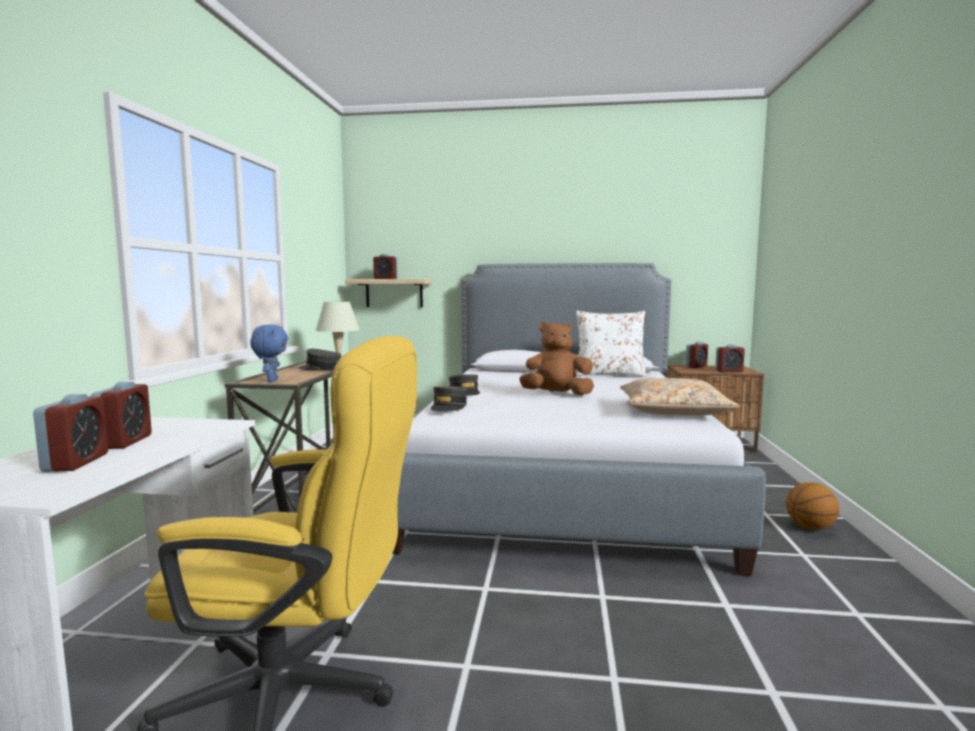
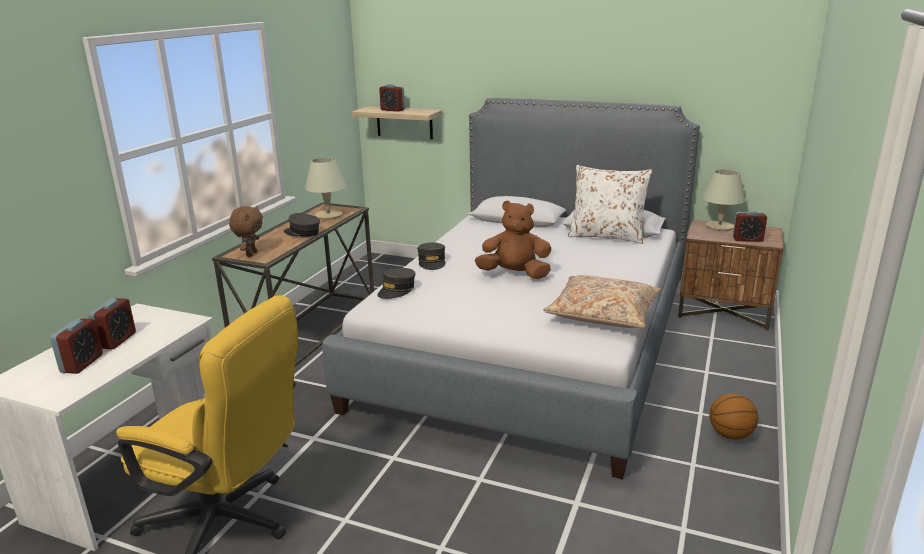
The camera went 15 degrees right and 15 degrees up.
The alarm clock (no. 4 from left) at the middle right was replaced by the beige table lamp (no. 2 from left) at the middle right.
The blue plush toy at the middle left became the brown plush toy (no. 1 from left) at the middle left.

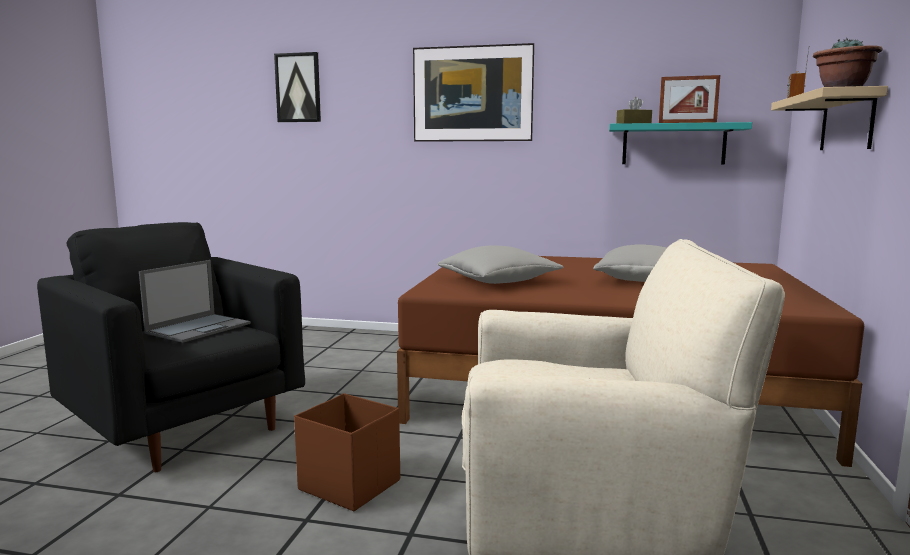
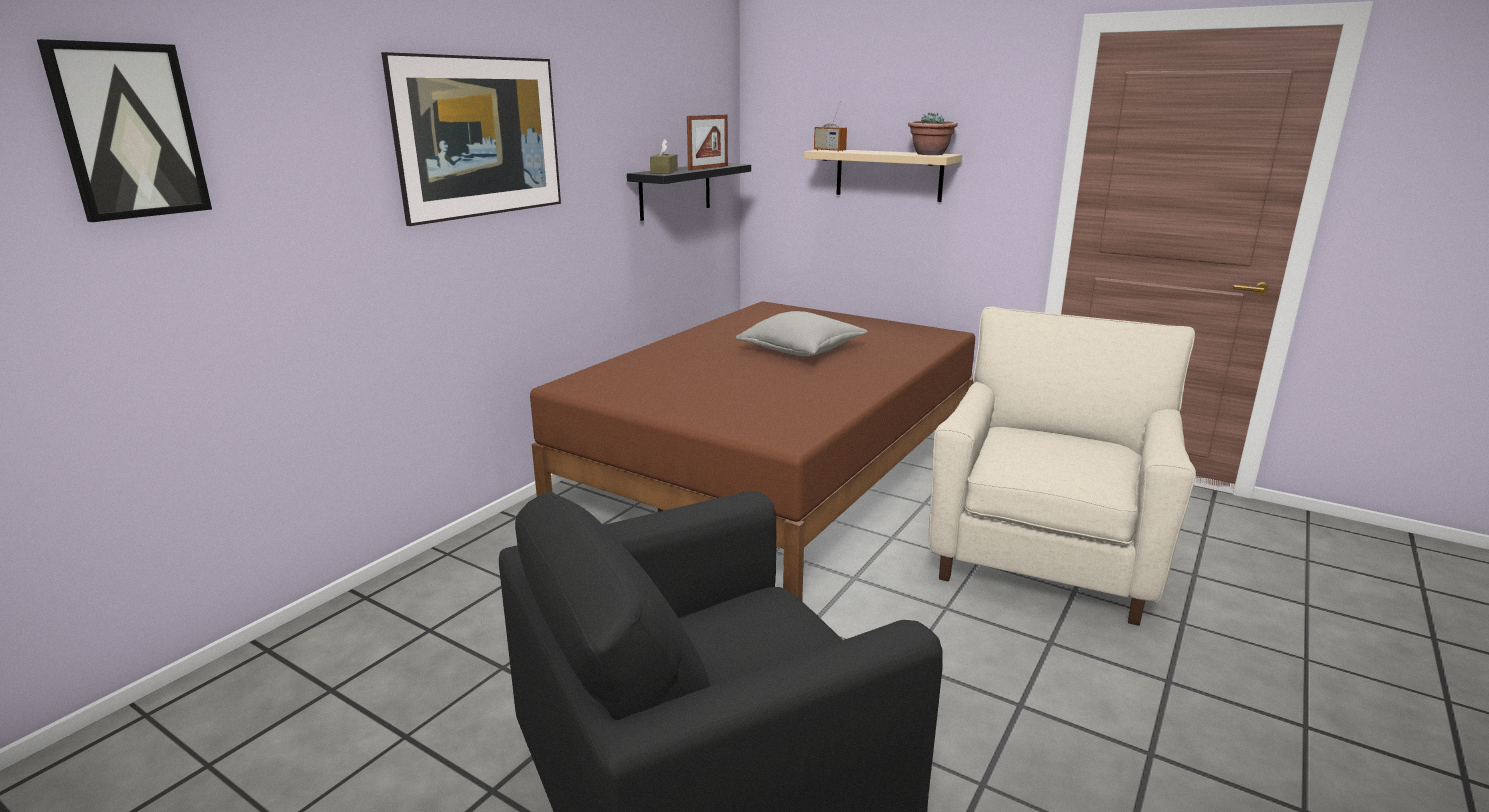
The camera went 70 degrees left and 10 degrees up.
The laptop at the middle left disappeared.
The brown storage box at the bottom centre disappeared.
The grey pillow (no. 1 from left) at the centre disappeared.
The turquoise shelf at the top right became the black shelf at the top centre.

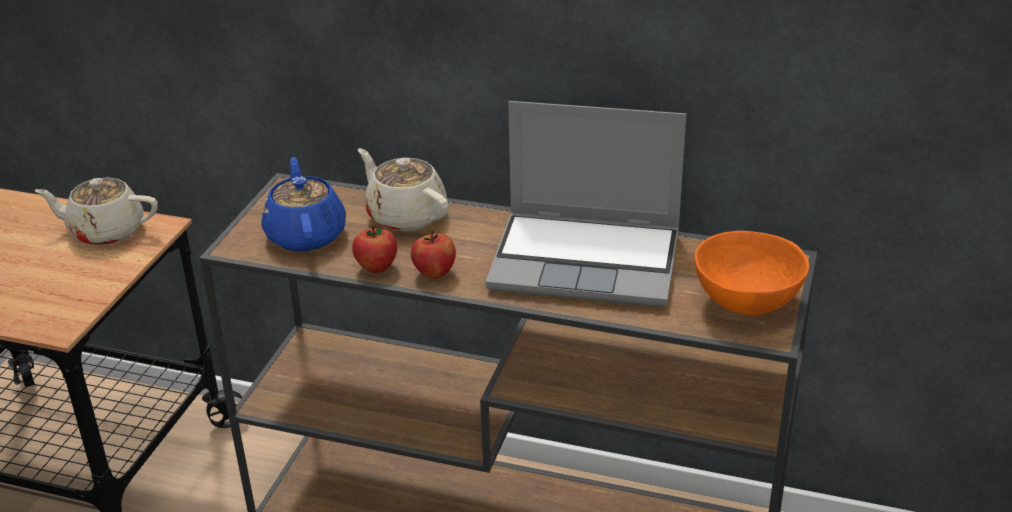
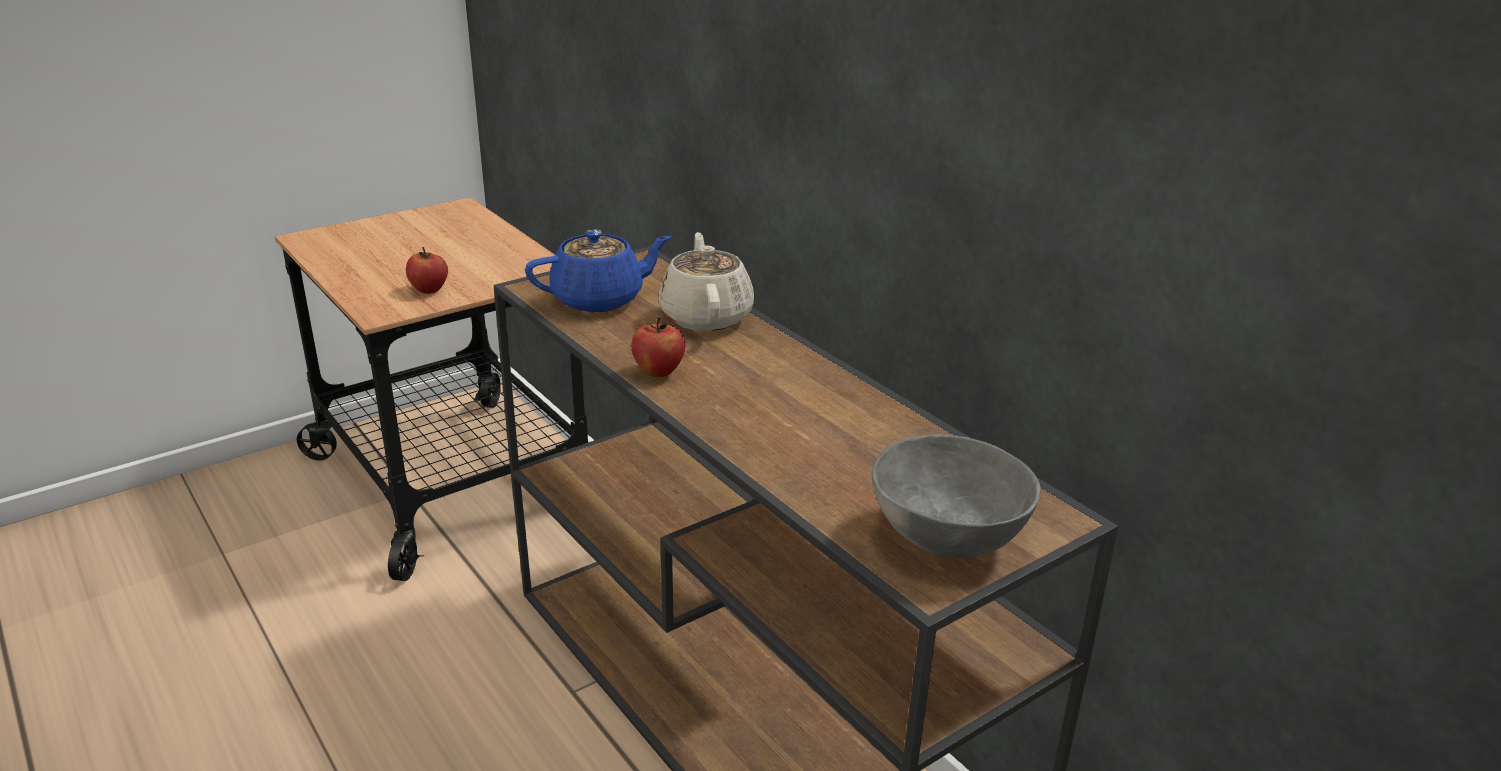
The camera went 35 degrees right and 5 degrees down.
The beige teapot (no. 1 from left) at the middle left disappeared.
The laptop at the centre disappeared.
The apple (no. 1 from left) moved from the centre to the middle left.
The orange bowl at the middle right became the grey bowl at the centre.
The blue teapot at the middle left turned 45 degrees clockwise.

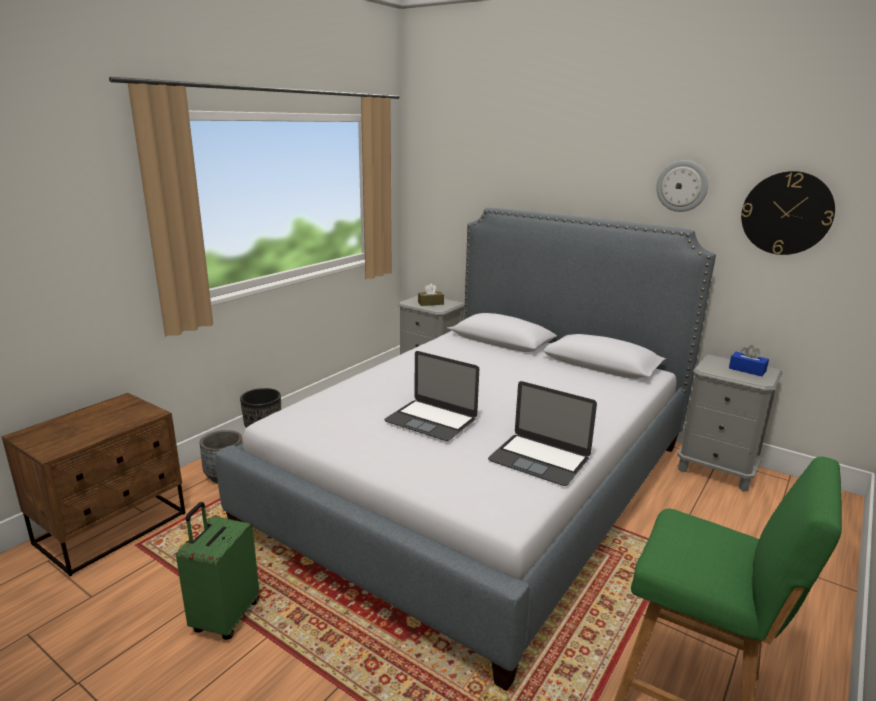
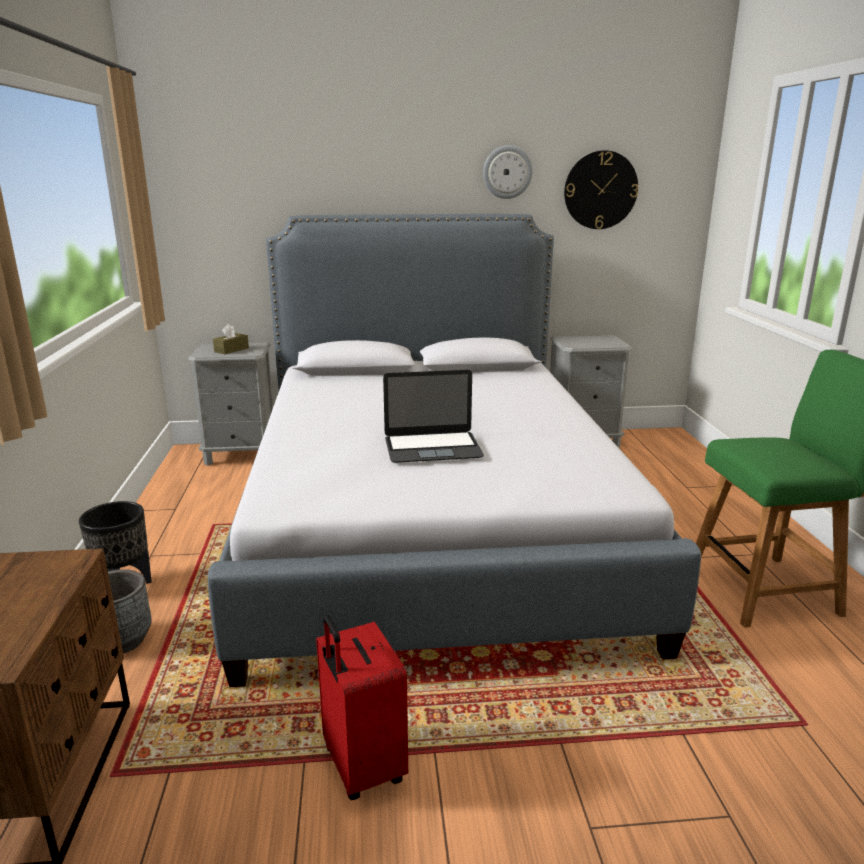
The camera went 40 degrees left and 0 degrees up.
The laptop (no. 2 from left) at the centre disappeared.
The blue tissue box at the middle right disappeared.
The green suitcase at the bottom left became the red suitcase at the bottom centre.

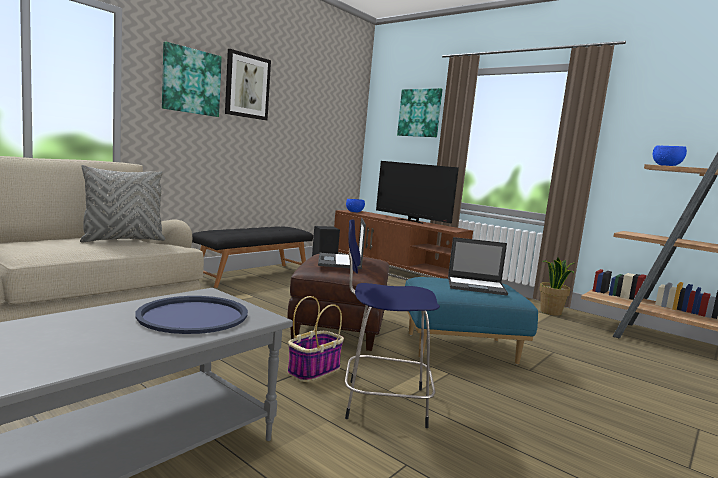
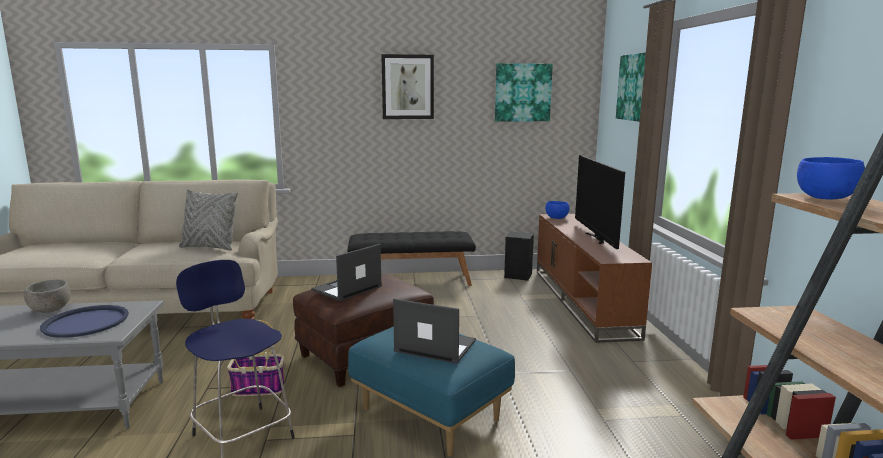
The camera went 45 degrees right and 5 degrees up.
The potted plant at the middle right disappeared.
The grey bowl at the middle left appeared.
The picture (no. 1 from left in the first image) moved from the top left to the top centre.
The laptop (no. 2 from left) at the centre turned 150 degrees clockwise.

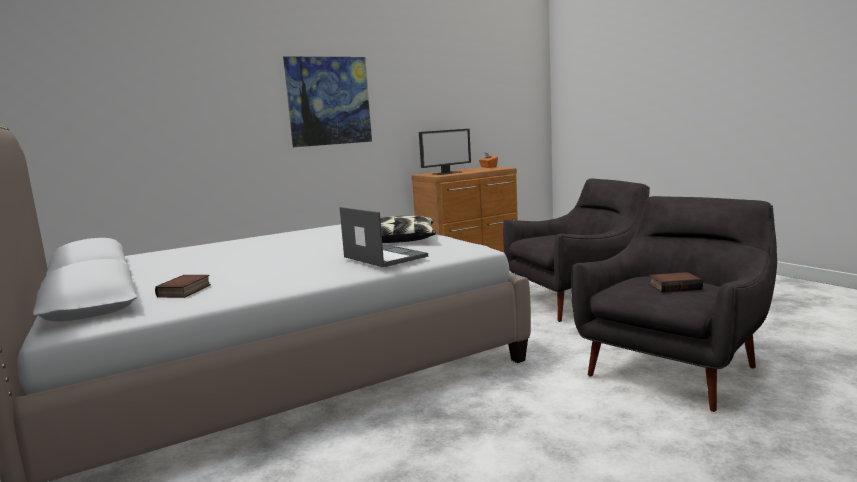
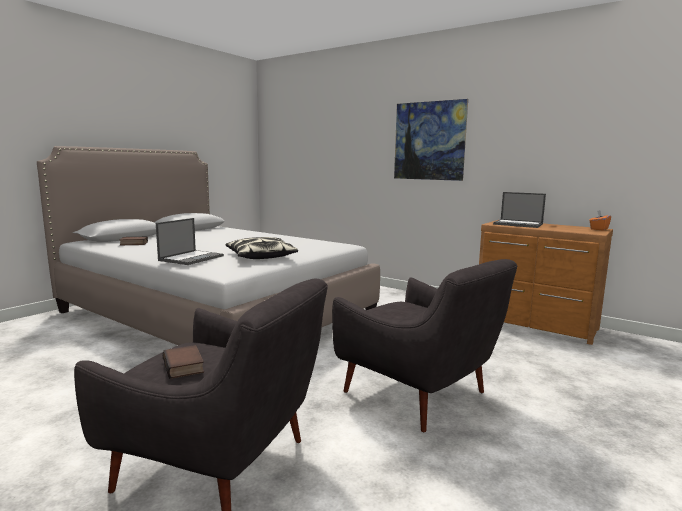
The camera went 65 degrees right and 0 degrees up.
The monitor at the top centre was replaced by the laptop (no. 2 from left) at the middle right.

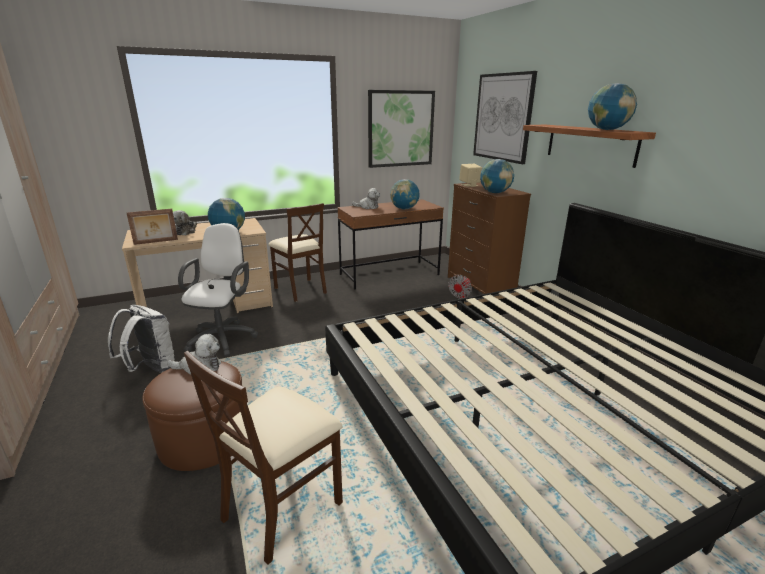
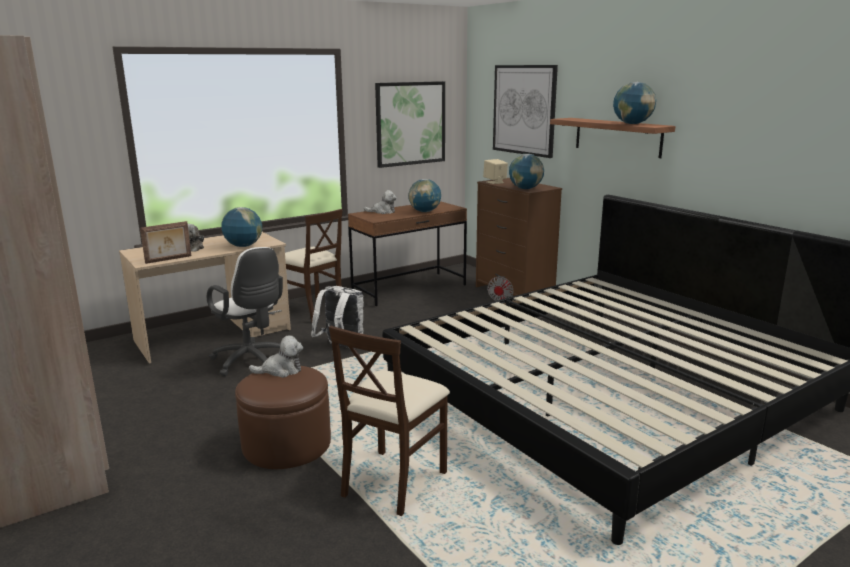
The camera went 10 degrees left and 5 degrees down.
The white backpack moved from the middle left to the centre.
The white office chair at the middle left turned 135 degrees clockwise.

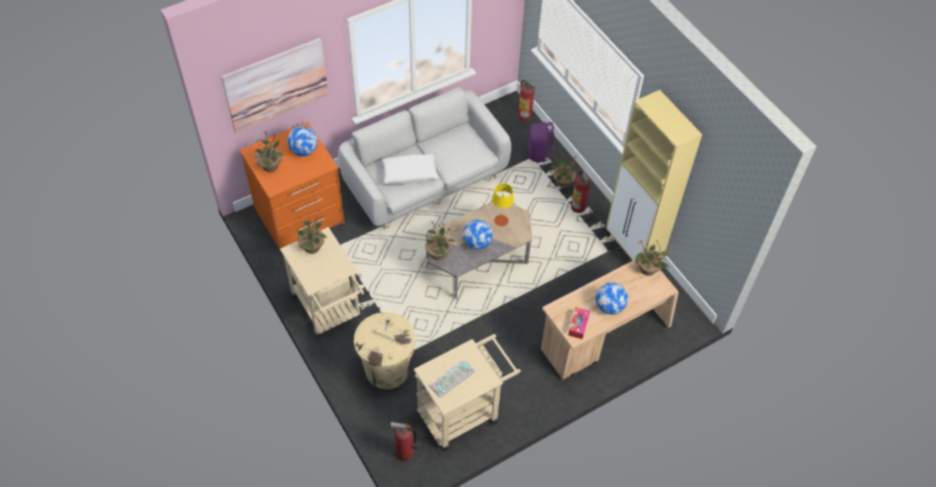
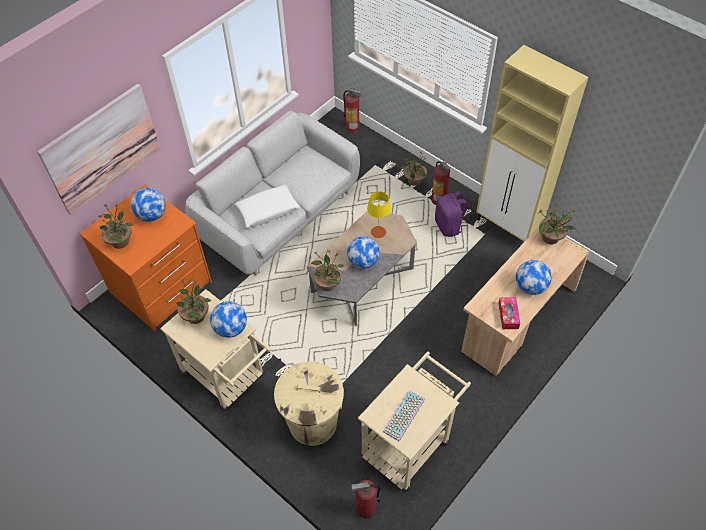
The camera went 15 degrees left and 0 degrees up.
The globe (no. 2 from left) at the middle left appeared.
The purple backpack moved from the top centre to the centre.

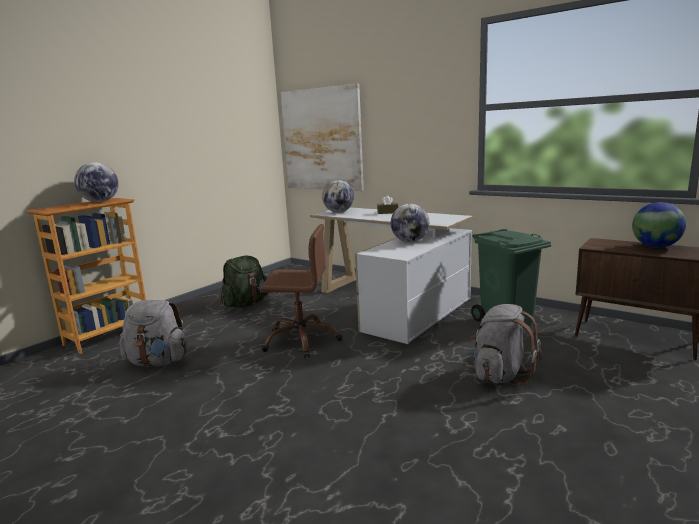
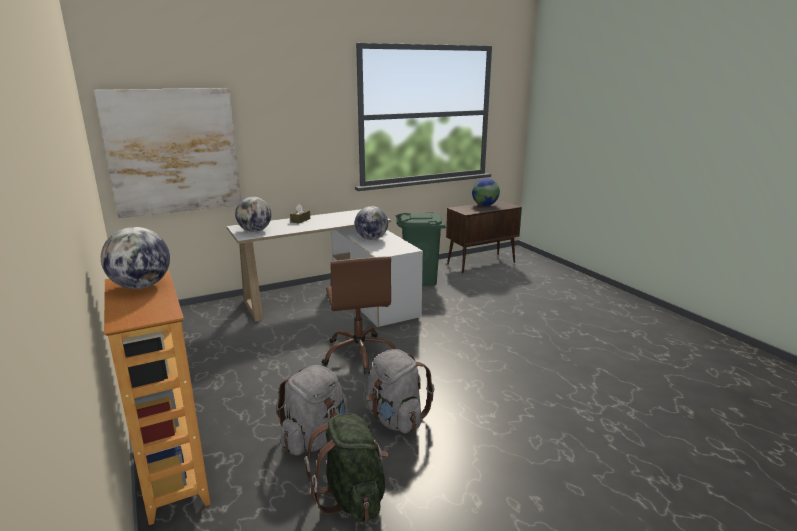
The camera went 65 degrees left and 5 degrees up.
The green backpack moved from the centre to the bottom centre.
The grey backpack (no. 2 from left) moved from the middle right to the bottom centre.
The brown office chair at the centre turned 135 degrees clockwise.

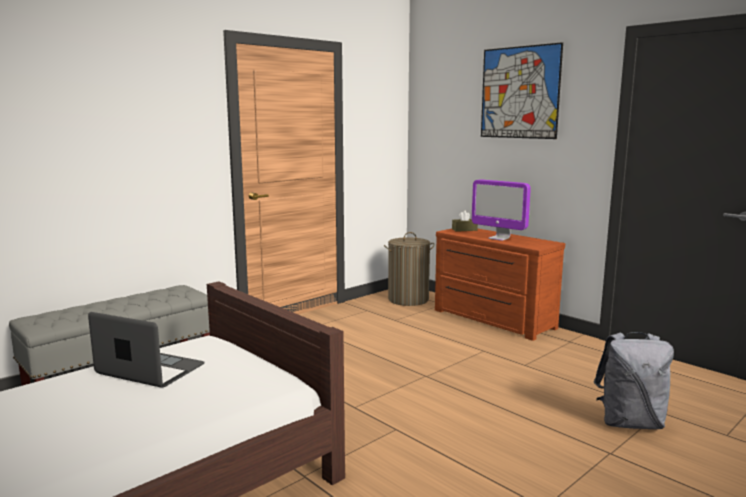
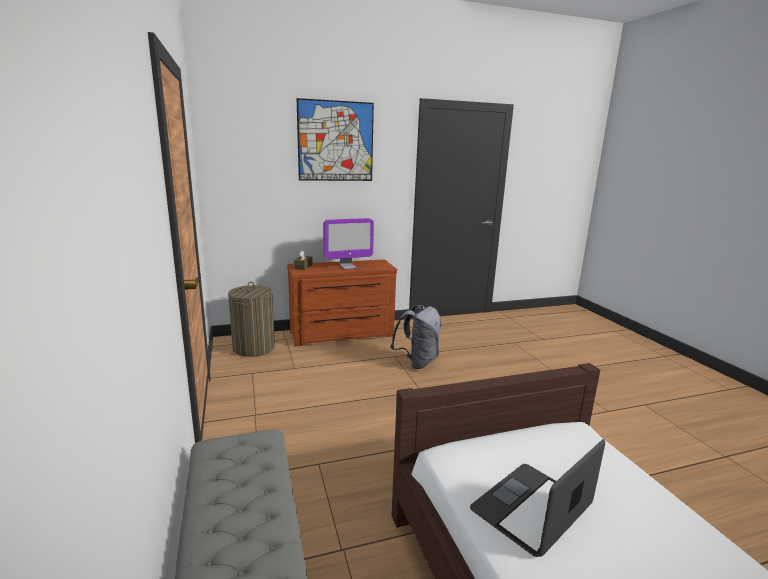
The camera went 65 degrees left and 5 degrees up.
The grey backpack moved from the bottom right to the centre.

